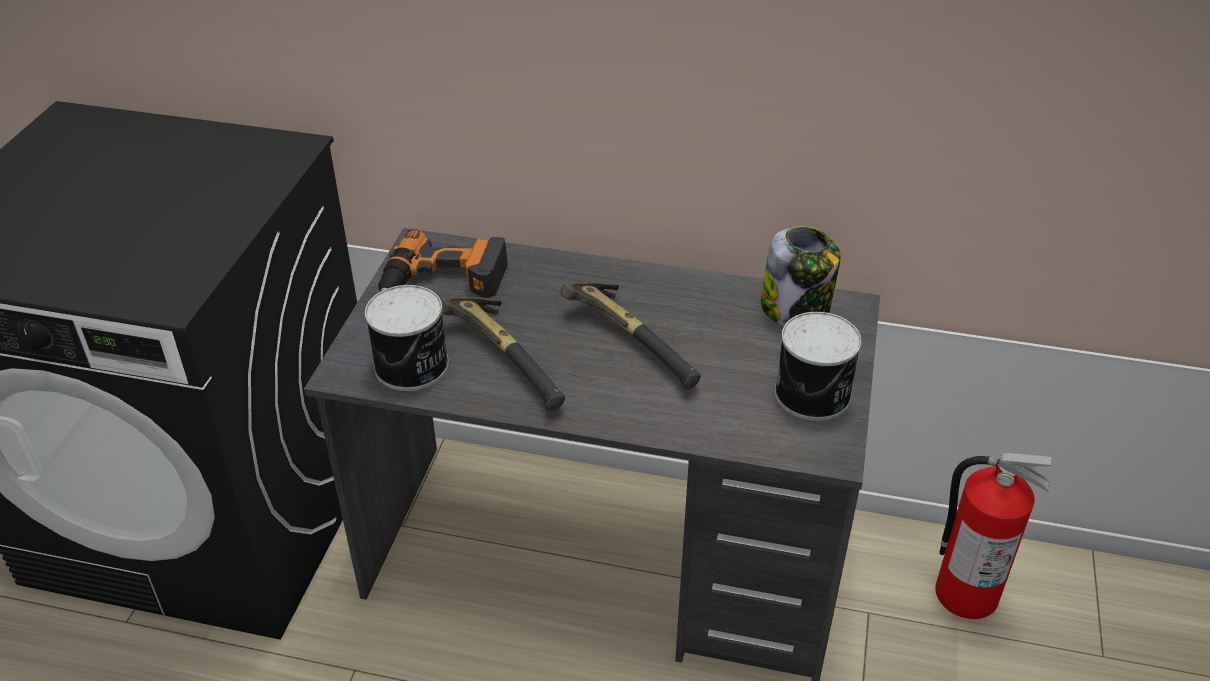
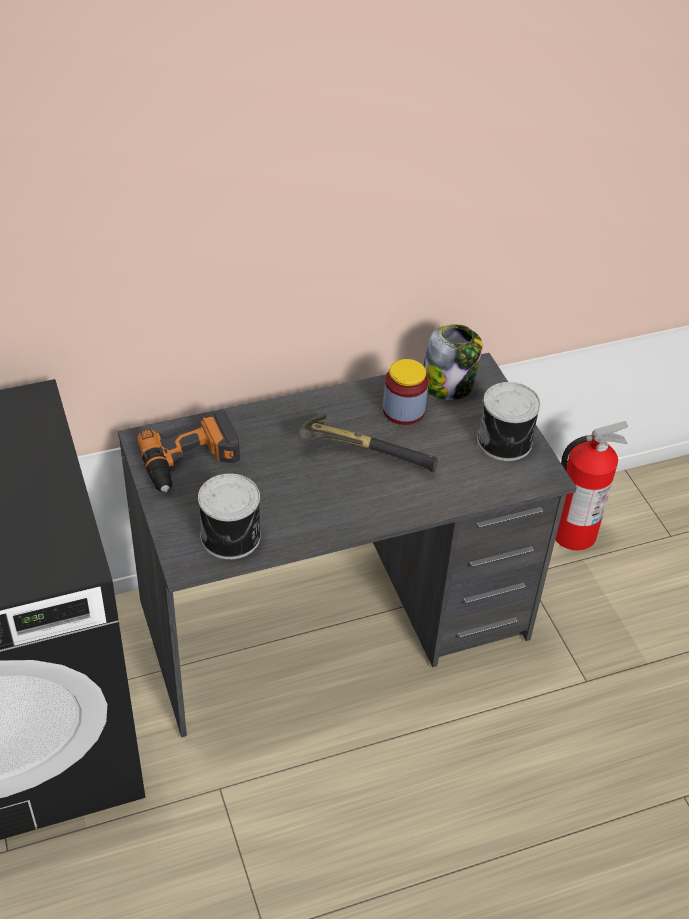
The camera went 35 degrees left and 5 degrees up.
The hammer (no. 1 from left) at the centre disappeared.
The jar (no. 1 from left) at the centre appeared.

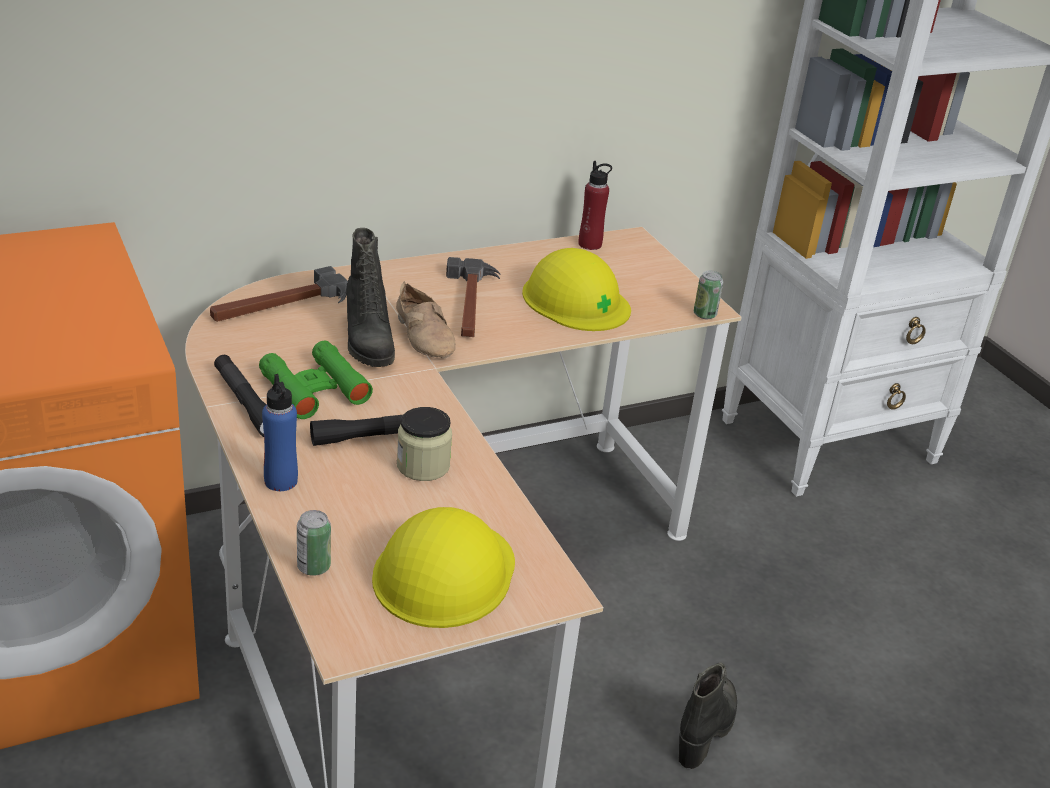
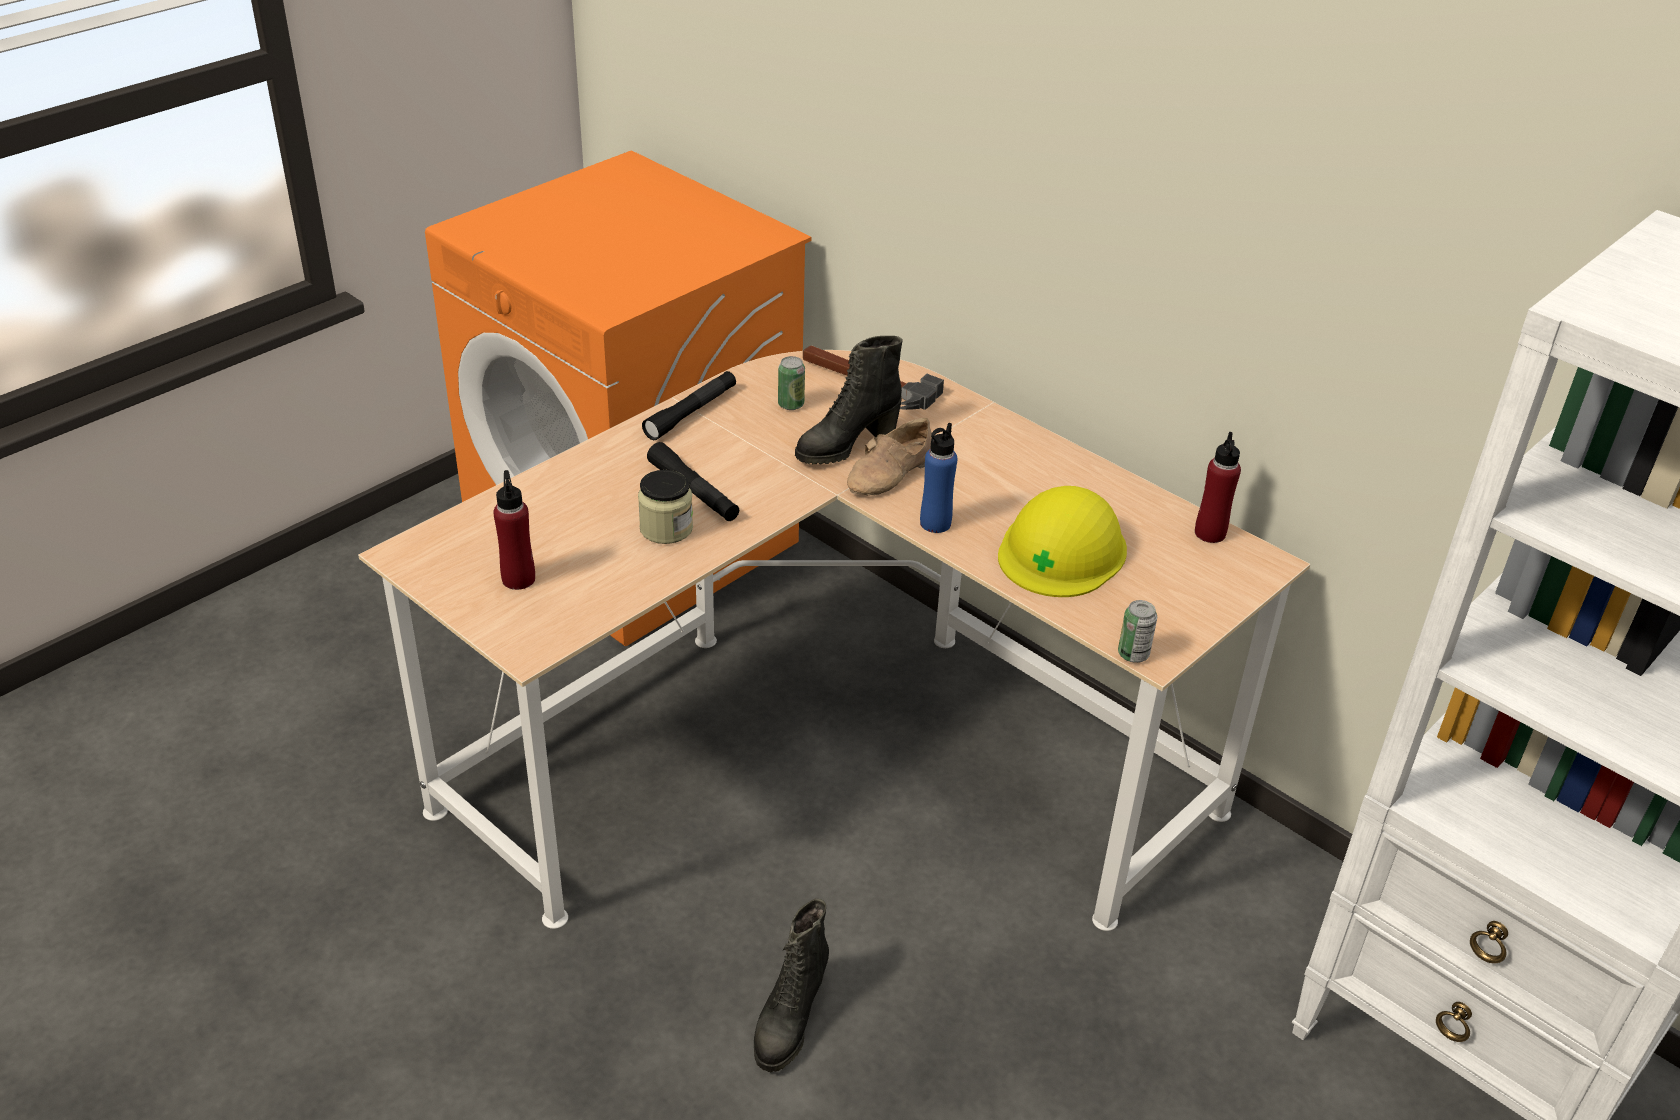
The camera went 70 degrees right and 5 degrees up.
The green binoculars at the middle left disappeared.
The hammer (no. 2 from left) at the centre disappeared.
The blue bottle moved from the middle left to the centre.
The can (no. 1 from left) moved from the bottom left to the centre.
The yellow hard hat (no. 1 from left) at the bottom centre was replaced by the red bottle (no. 1 from left) at the middle left.
The black boot (no. 2 from left in the first image) at the bottom right turned 105 degrees clockwise.

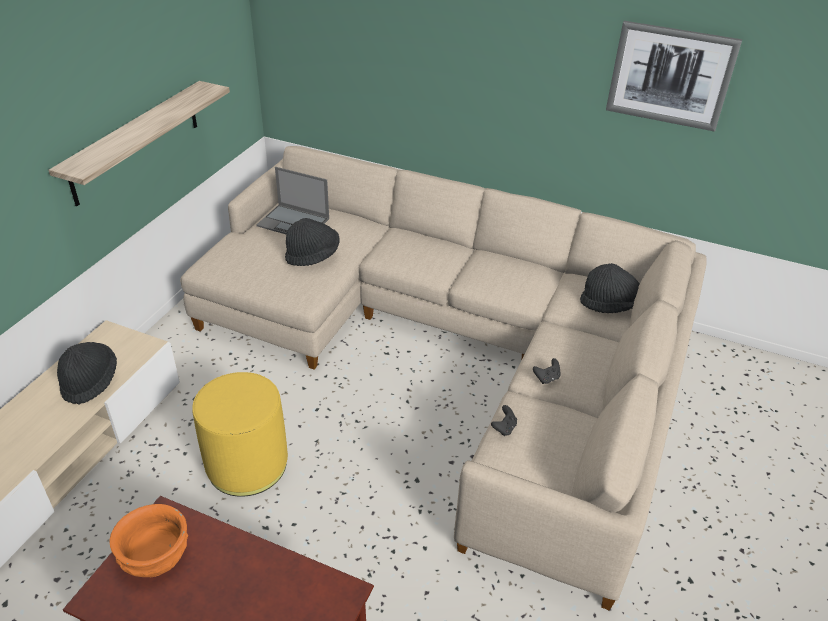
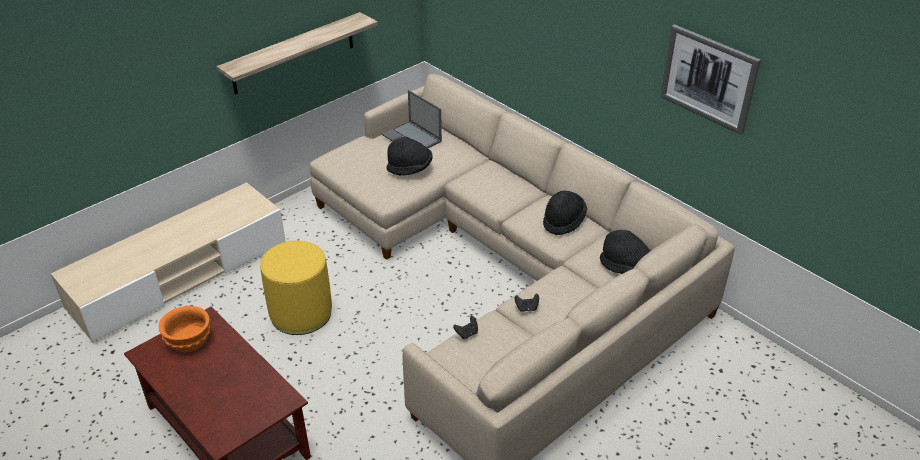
The camera went 25 degrees right and 0 degrees up.
The black hat (no. 1 from left in the first image) moved from the middle left to the centre.

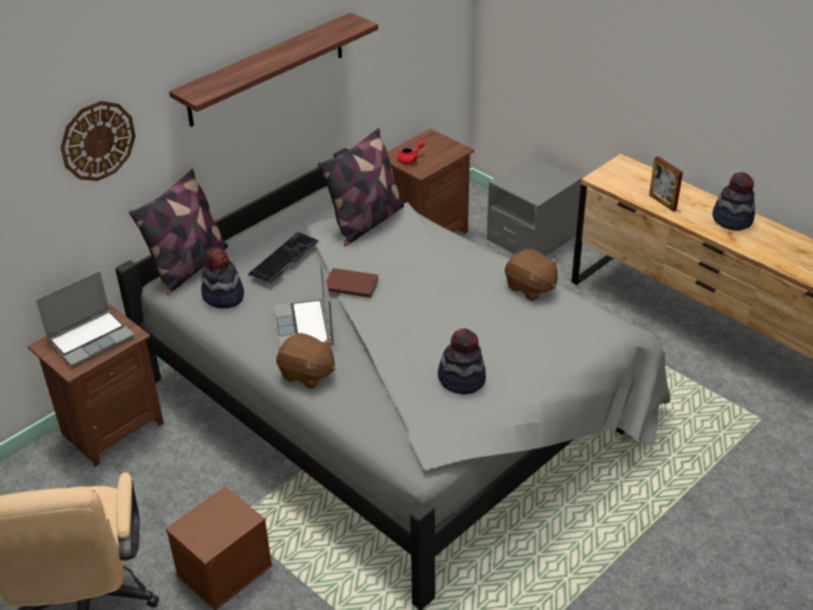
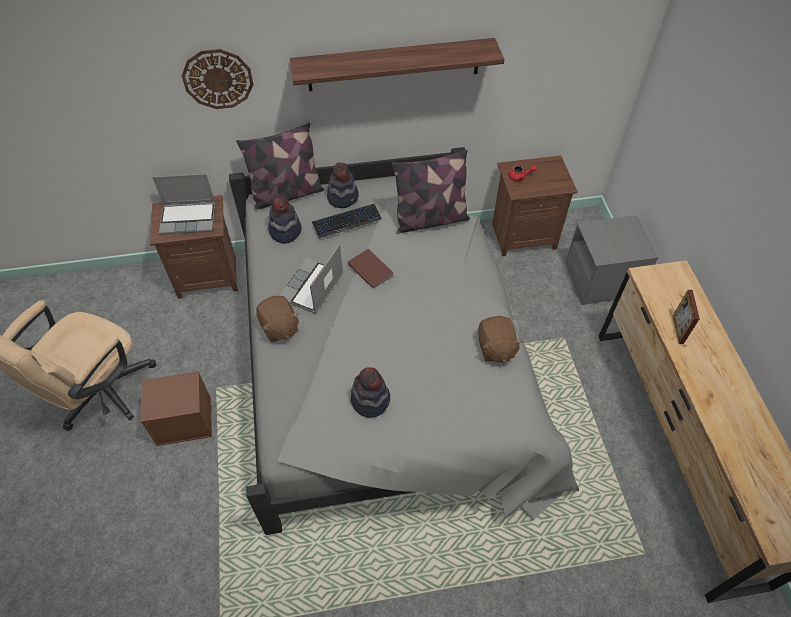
The camera went 35 degrees right and 15 degrees up.
The hat (no. 3 from left in the first image) moved from the top right to the top centre.

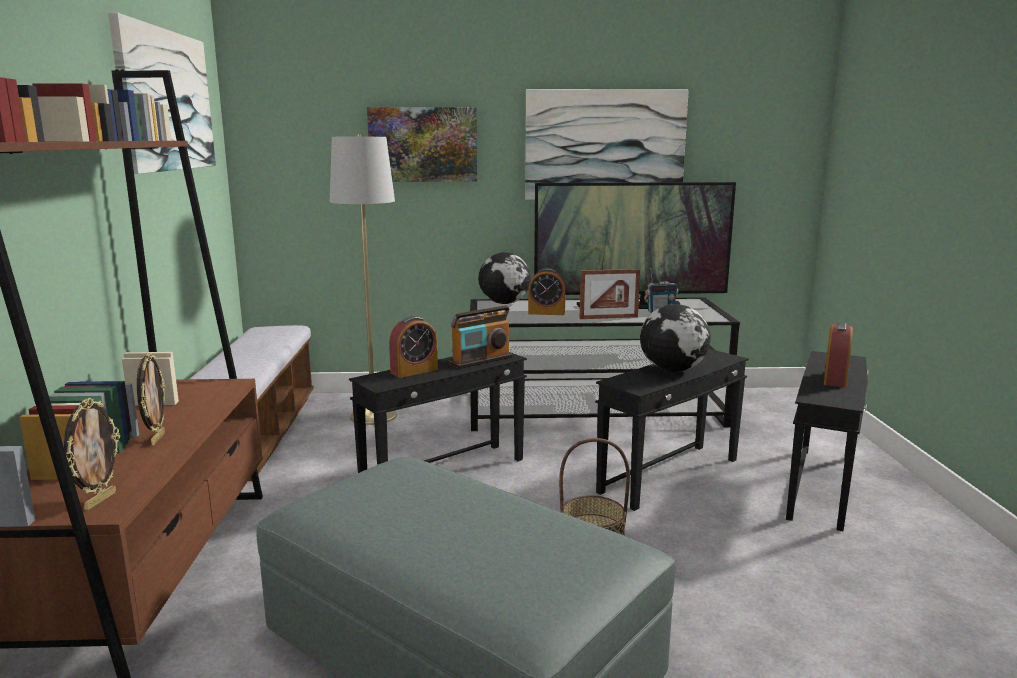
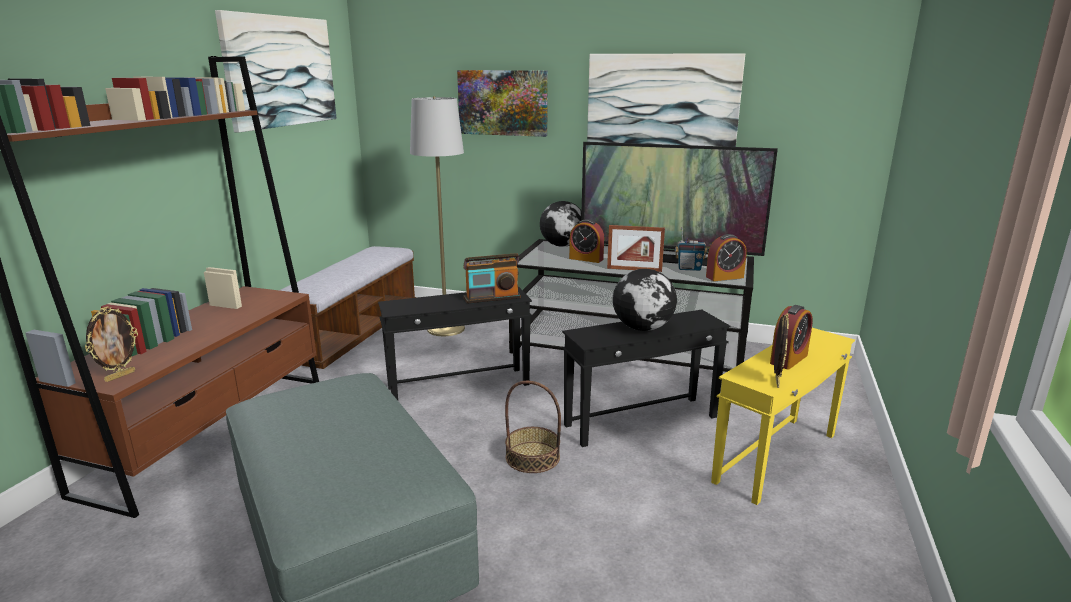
The camera went 20 degrees right and 5 degrees up.
The picture frame (no. 2 from left in the first image) moved from the middle left to the middle right.
The alarm clock (no. 1 from left in the first image) moved from the centre to the middle right.
The black side table (no. 3 from left) at the middle right became the yellow side table at the bottom right.

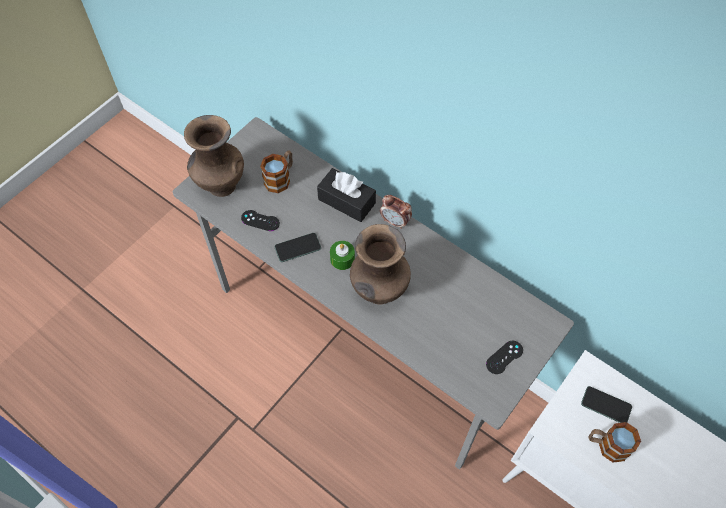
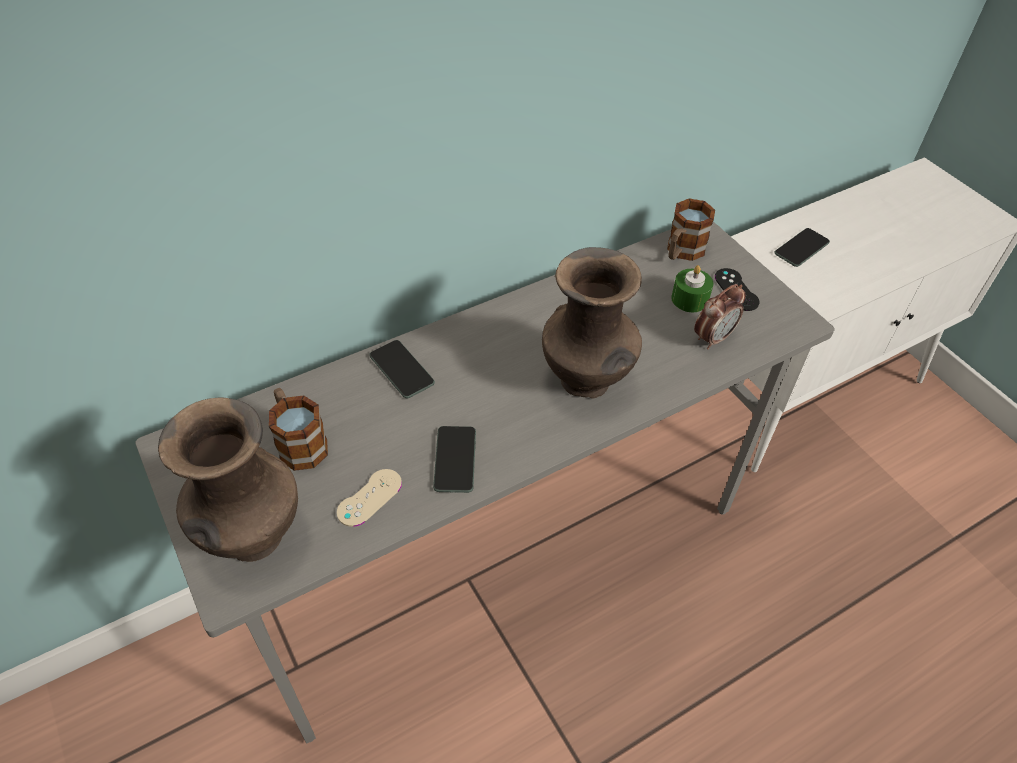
The camera went 70 degrees left and 10 degrees down.
The green candle moved from the centre to the middle right.
The alarm clock moved from the centre to the middle right.
The mug (no. 2 from left) moved from the bottom right to the top right.
The black tissue box at the centre was replaced by the phone (no. 1 from left) at the centre.
The black game controller (no. 1 from left) at the centre became the beige game controller at the centre.

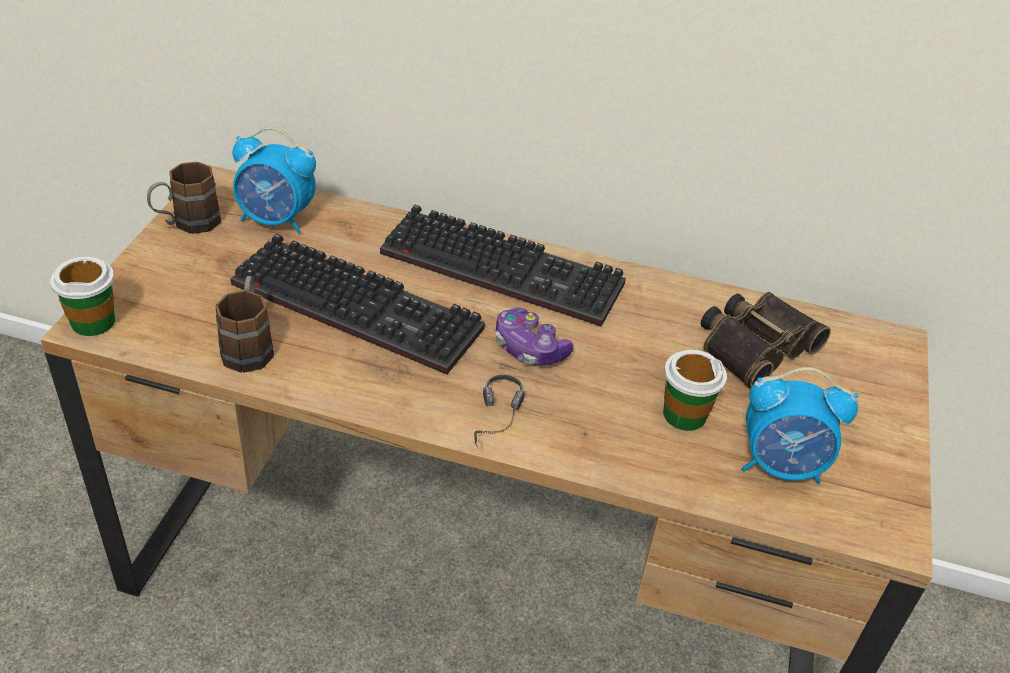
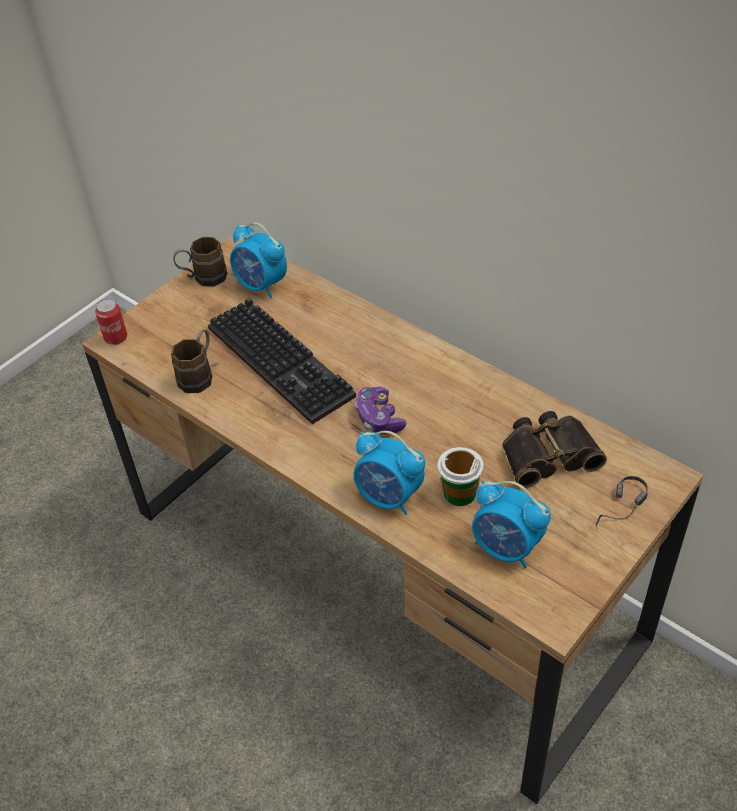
The camera went 30 degrees right and 5 degrees up.
The keyboard (no. 2 from left) at the centre disappeared.
The alarm clock (no. 2 from left) at the centre appeared.
The headphones moved from the centre to the middle right.
The cup (no. 1 from left) at the middle left was replaced by the can at the middle left.

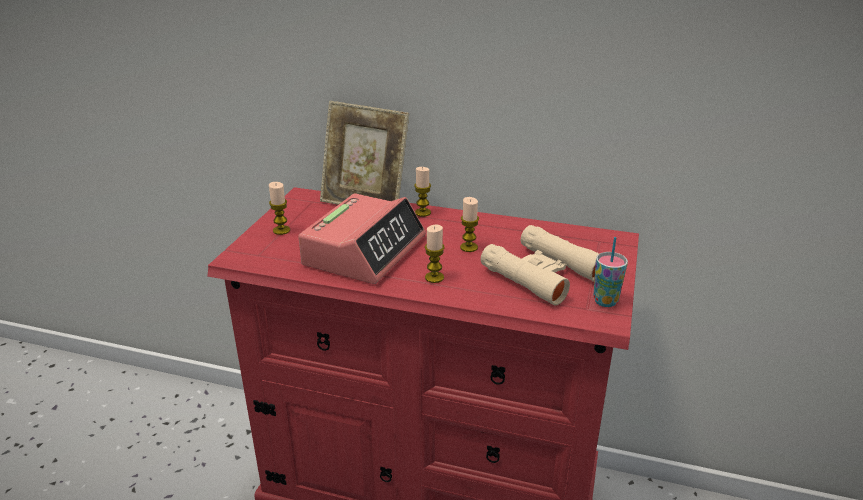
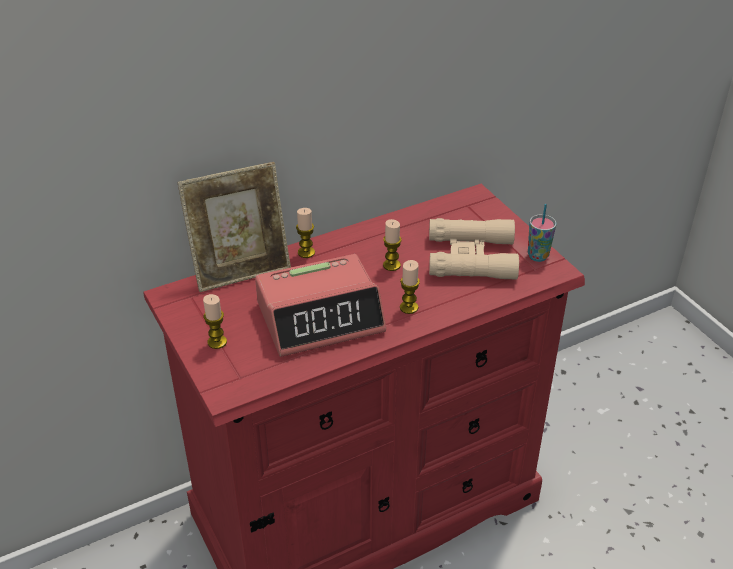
The camera went 45 degrees left and 10 degrees up.
The alarm clock at the centre turned 90 degrees clockwise.

